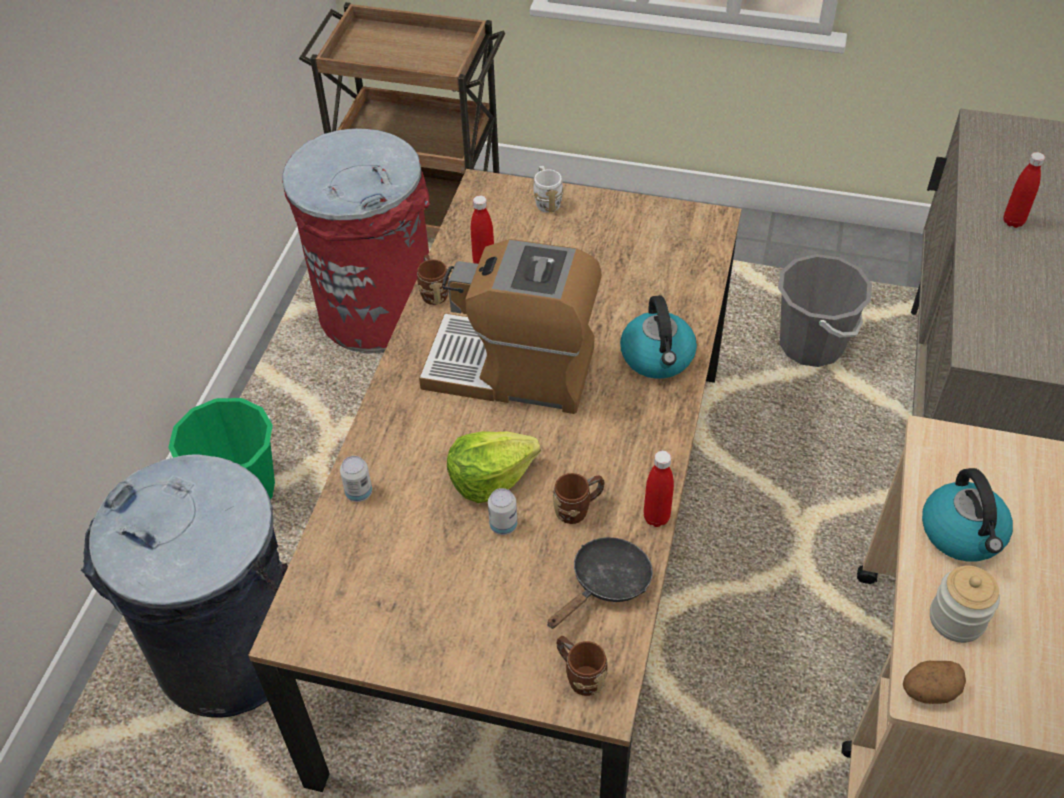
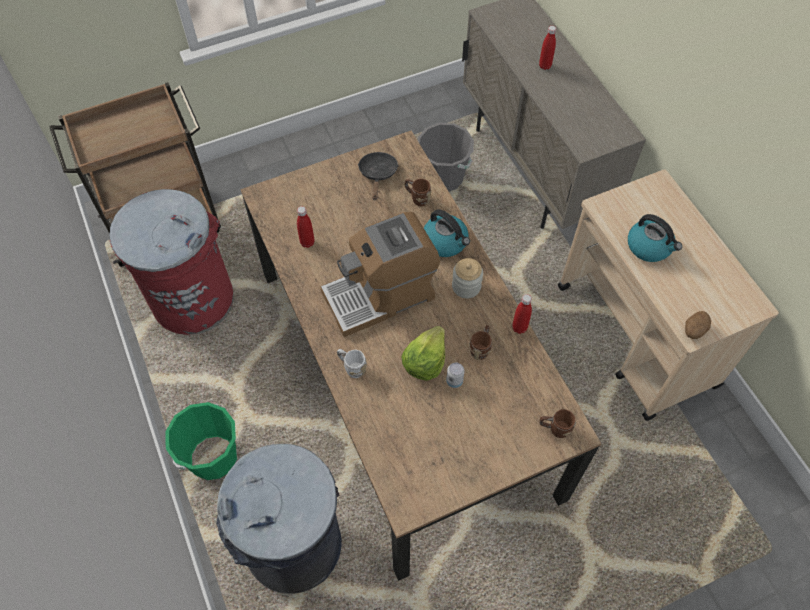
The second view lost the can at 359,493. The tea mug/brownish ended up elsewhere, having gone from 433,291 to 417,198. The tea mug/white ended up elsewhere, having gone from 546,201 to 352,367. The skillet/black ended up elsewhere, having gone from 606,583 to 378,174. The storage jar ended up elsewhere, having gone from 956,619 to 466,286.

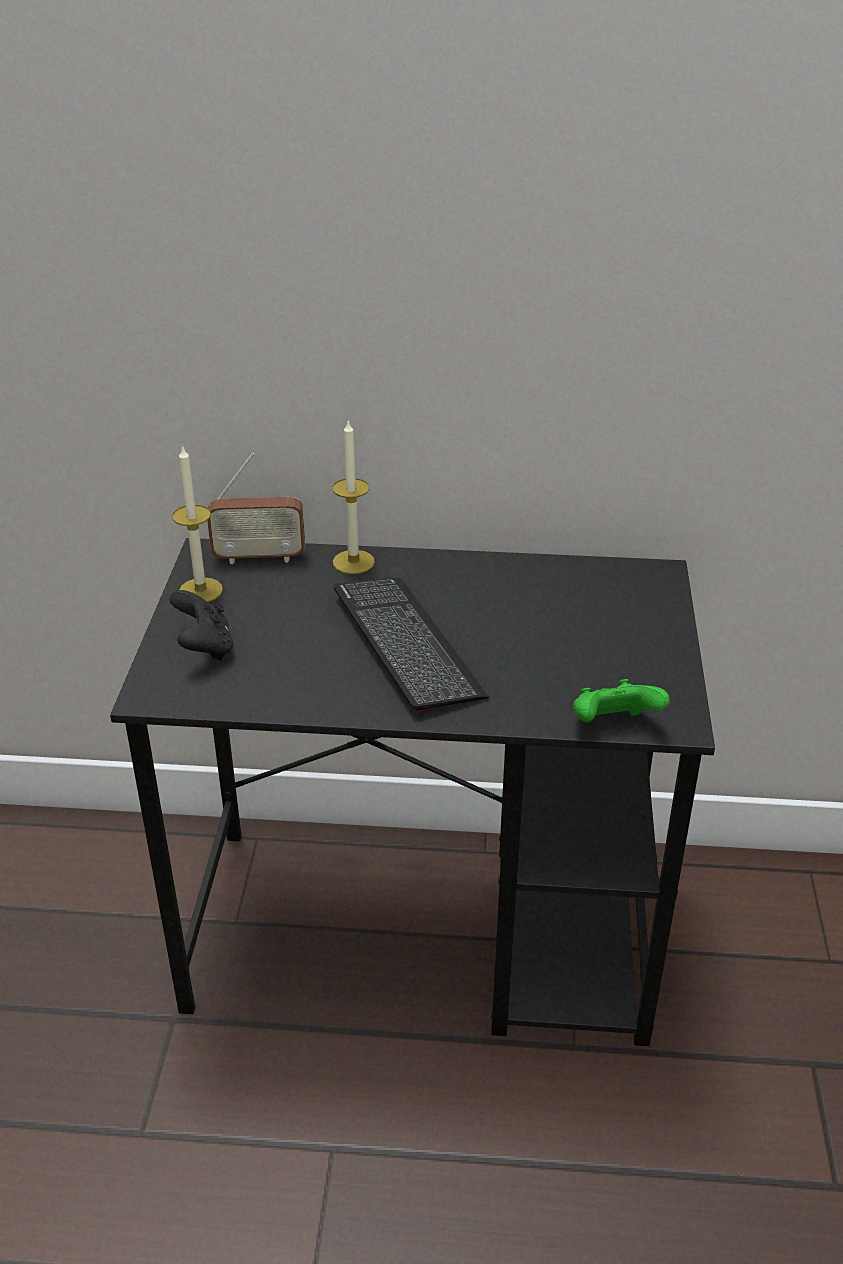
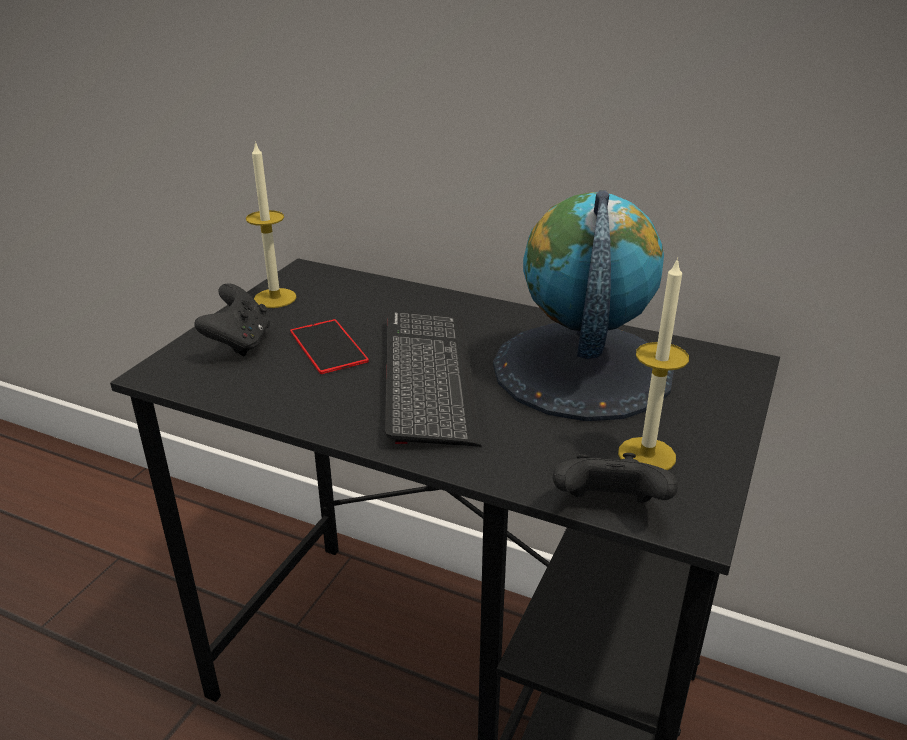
The second view lost the radio receiver at 259,557. The candle ended up elsewhere, having gone from 353,562 to 646,455. What was the joypad/green-coloured at 613,726 turned into the joypad/black at 608,508. The second view gained the handset at 328,346. The second view gained the globe at 581,369.

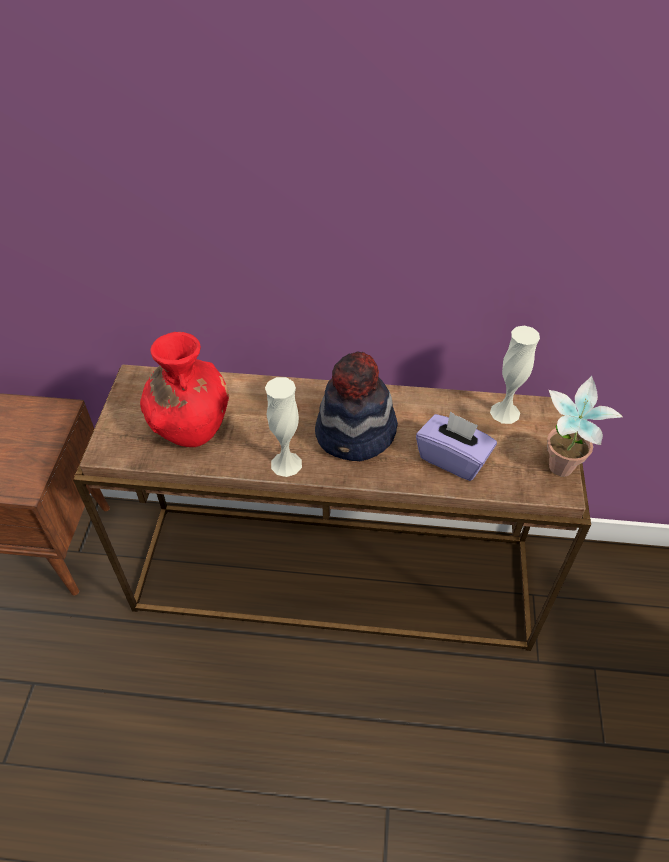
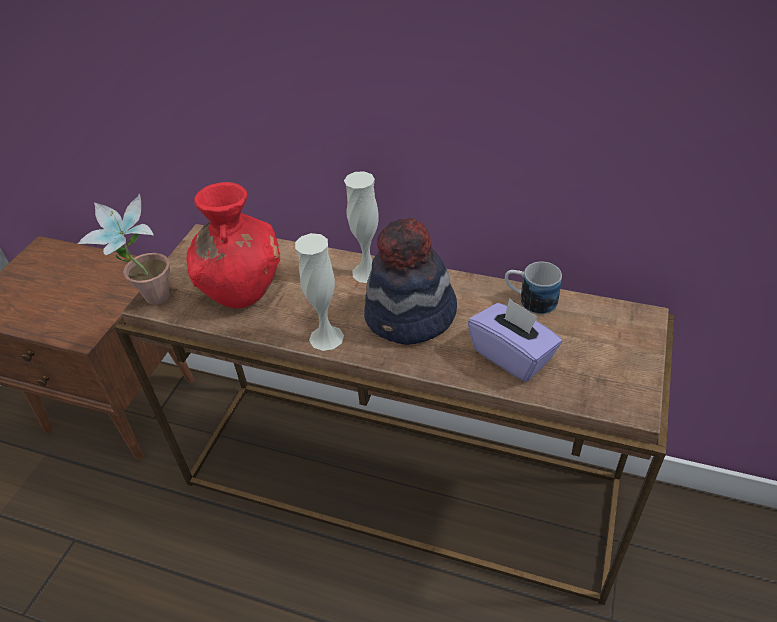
The decorative vase/white ended up elsewhere, having gone from 505,412 to 367,272. The houseplant ended up elsewhere, having gone from 558,474 to 150,301. The second view gained the tea mug at 530,300.

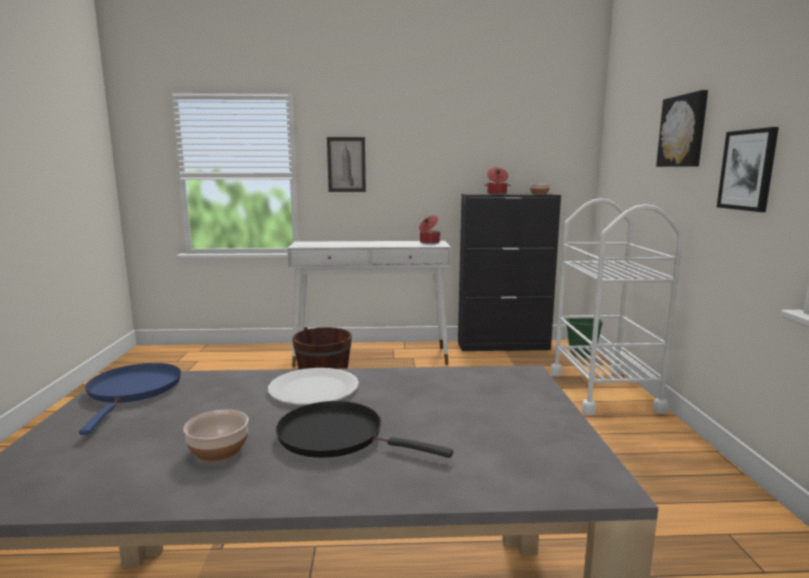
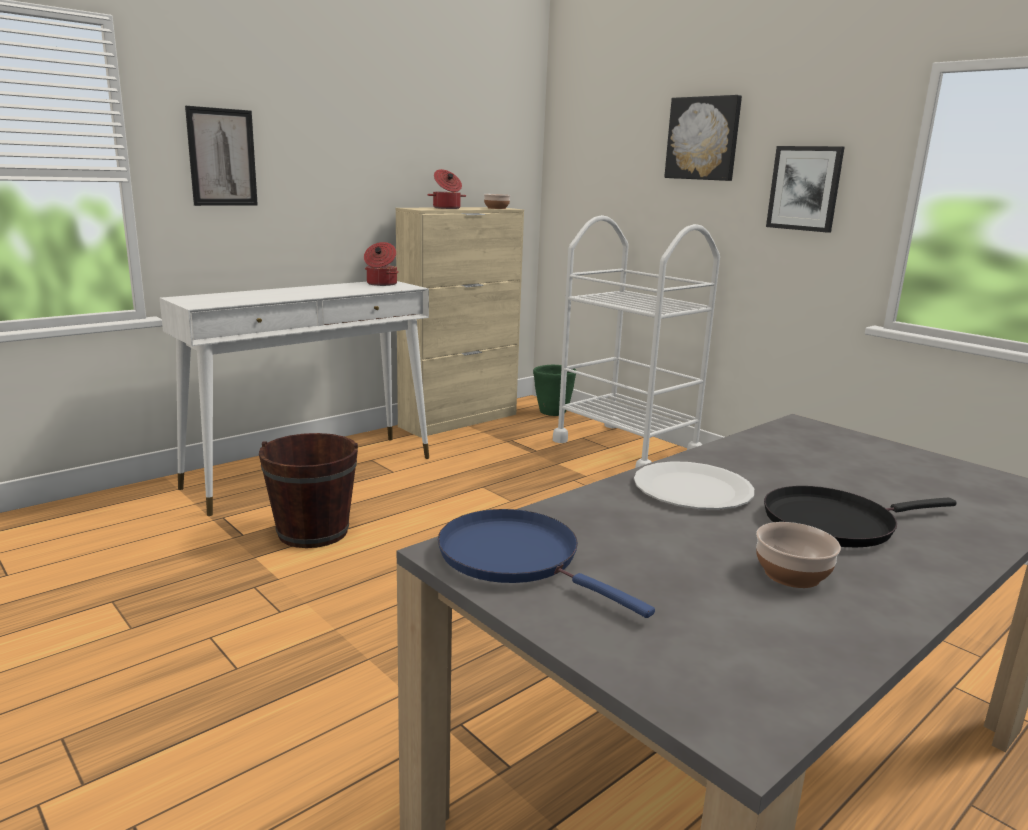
What was the cabinet/black at 504,346 turned into the cabinet/beige-coloured at 459,420.

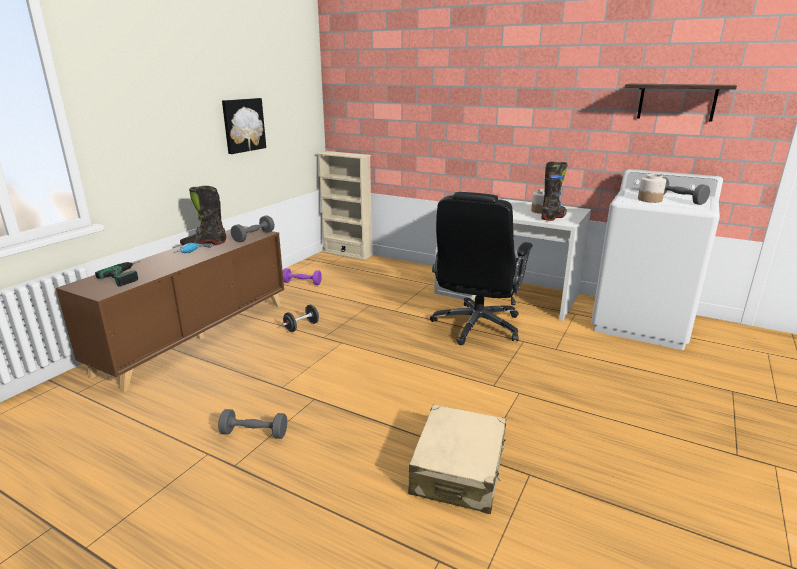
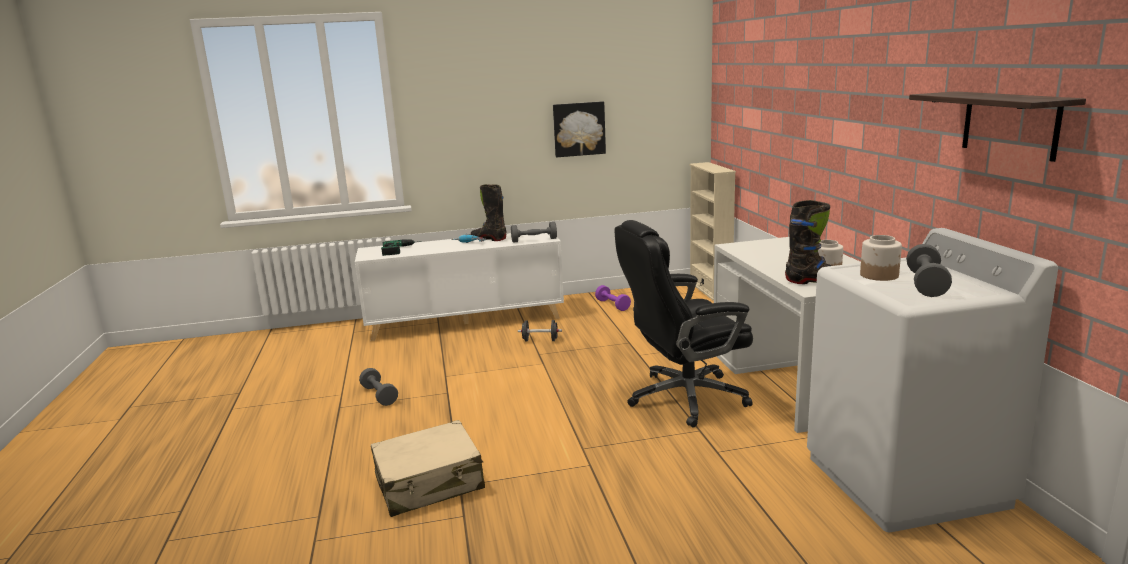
What was the cabinet/brownish at 197,336 turned into the cabinet/white at 466,321.

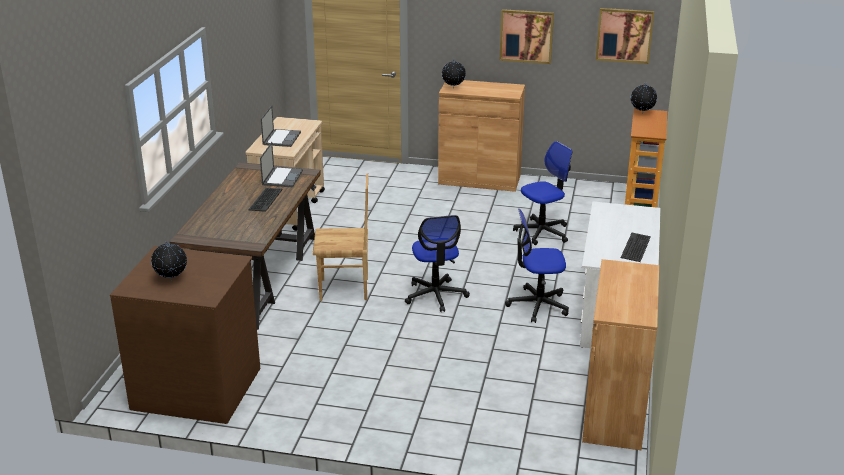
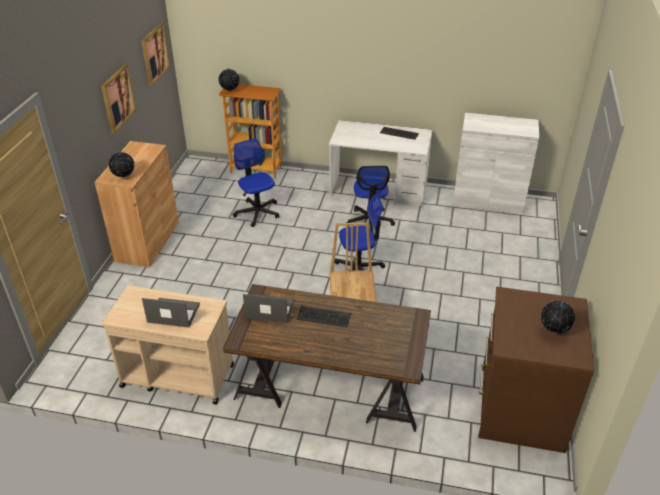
What was the cabinet/brownish at 614,410 turned into the cabinet/white at 488,200.

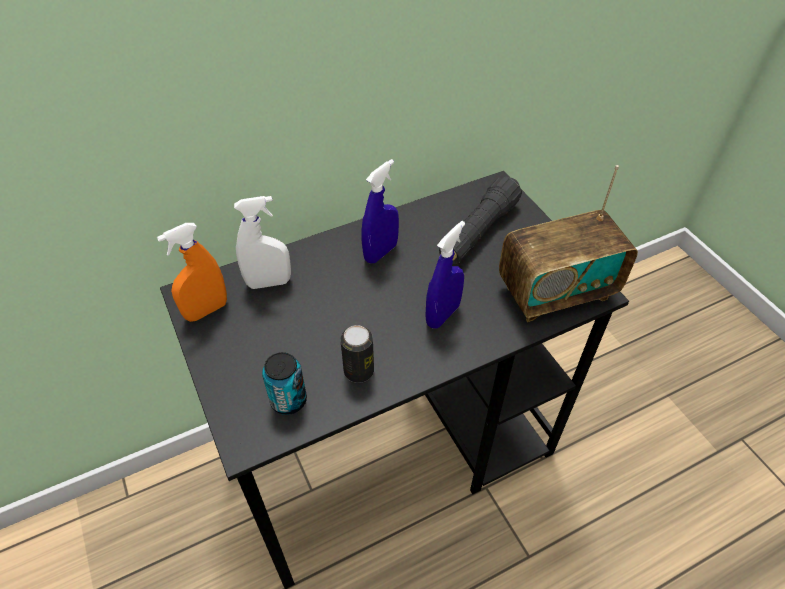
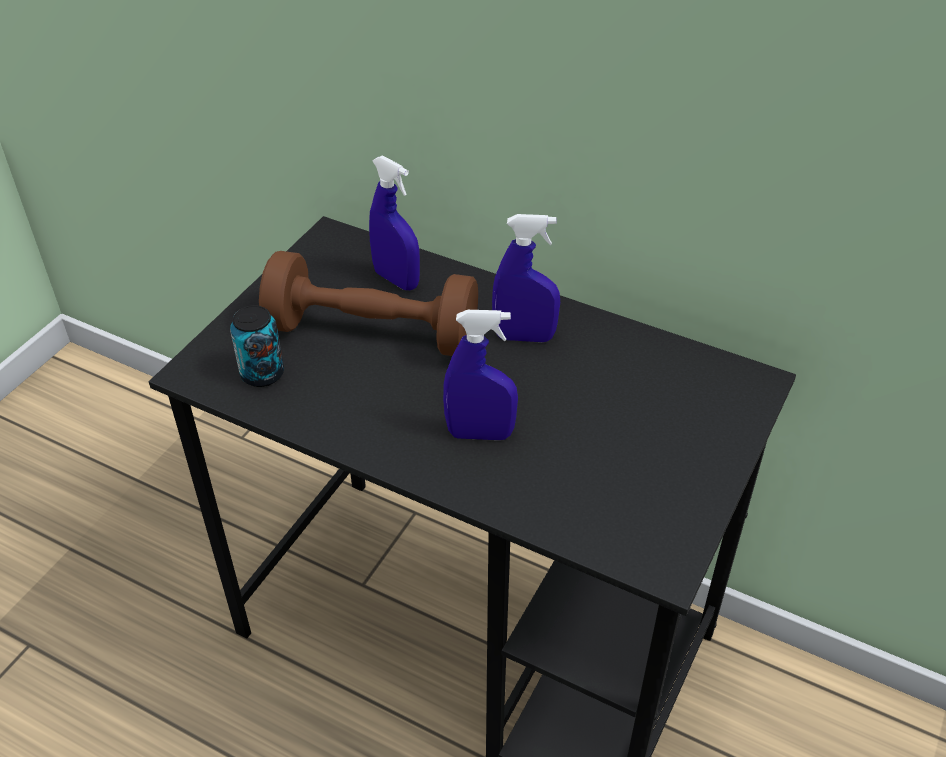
The second view lost the hand sprayer/orange at 206,310. What was the hand sprayer/white at 269,283 turned into the hand sprayer/blue-coloured at 396,279. The second view lost the can at 358,371. The second view lost the flashlight/black at 478,231. The second view lost the radio receiver at 556,292. The second view gained the free weight/brownish at 372,333.

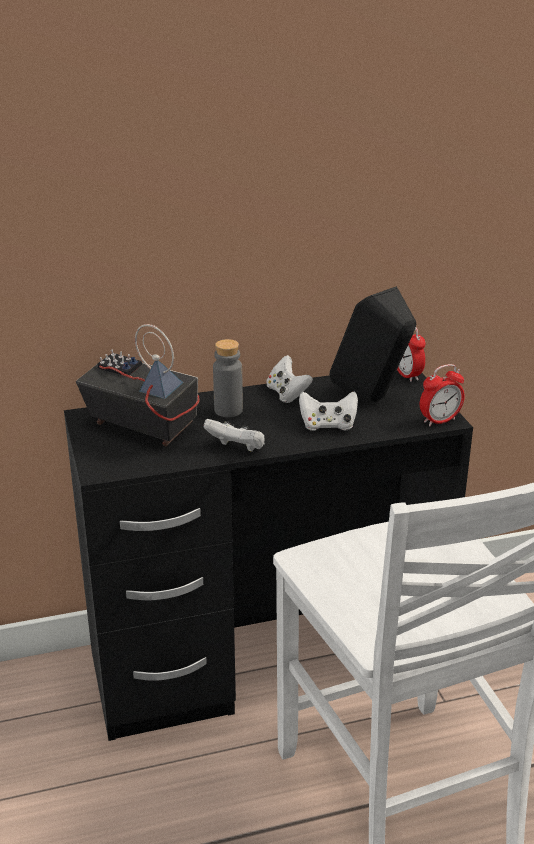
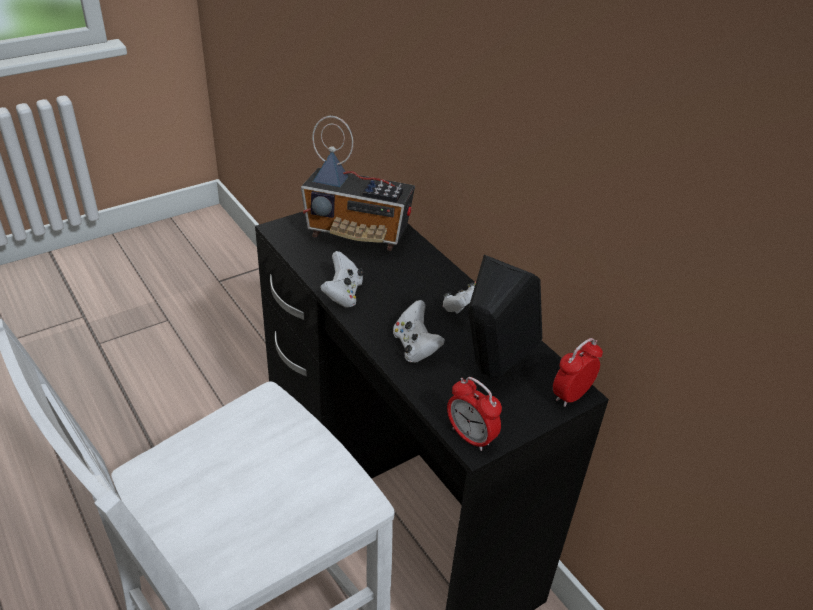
The radio receiver at 141,427 ended up facing another way, 90 degrees clockwise from before. The second view lost the beverage bottle/grey at 228,410.

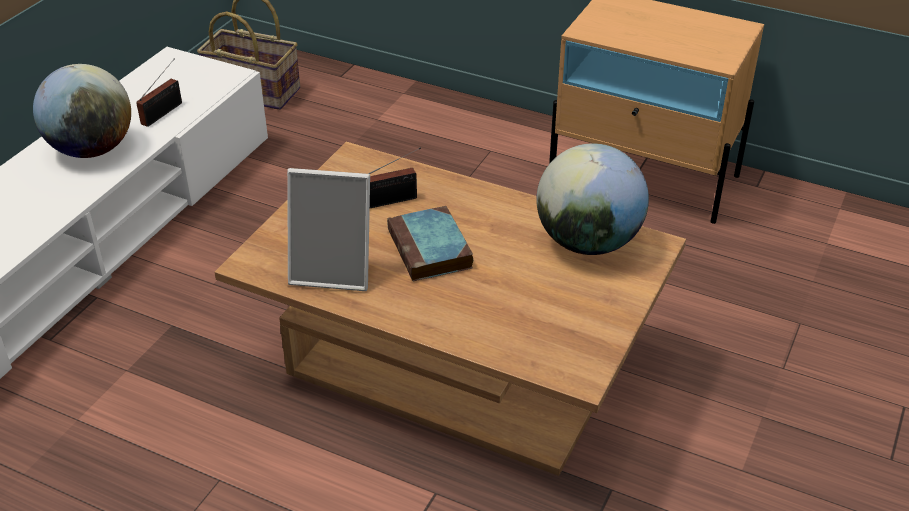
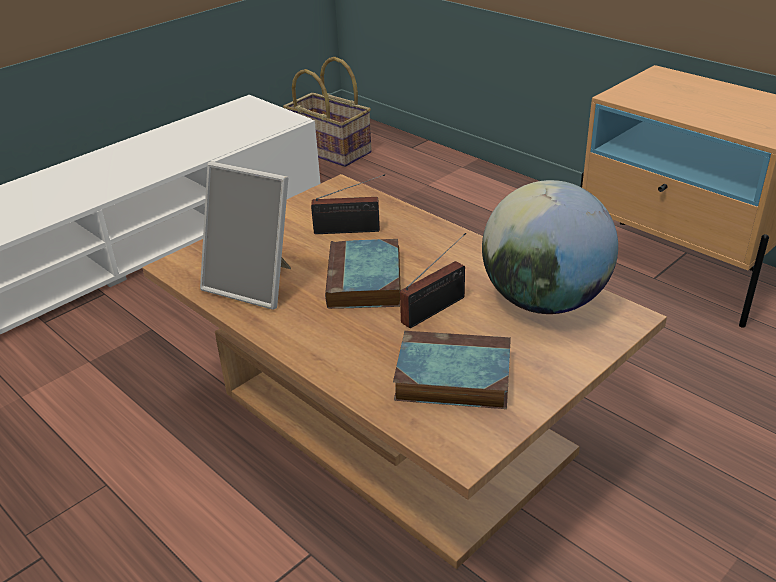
The second view lost the globe at 92,149. The radio receiver ended up elsewhere, having gone from 164,112 to 437,308. The second view gained the bound book at 450,377.

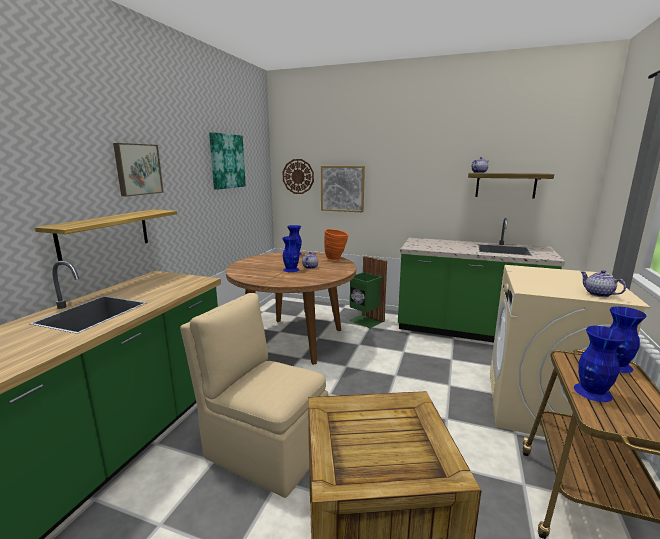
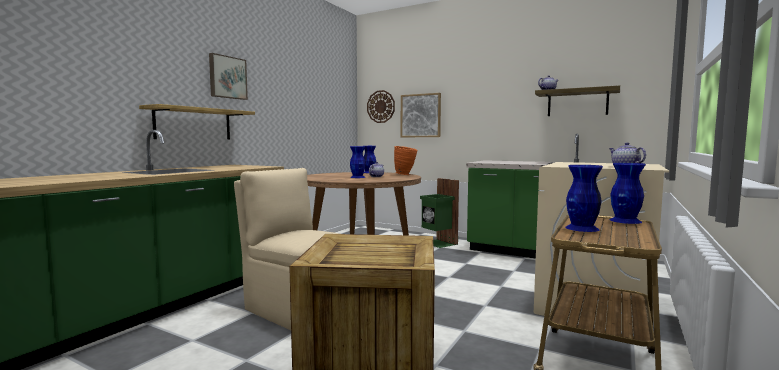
The second view lost the picture at 227,161.

